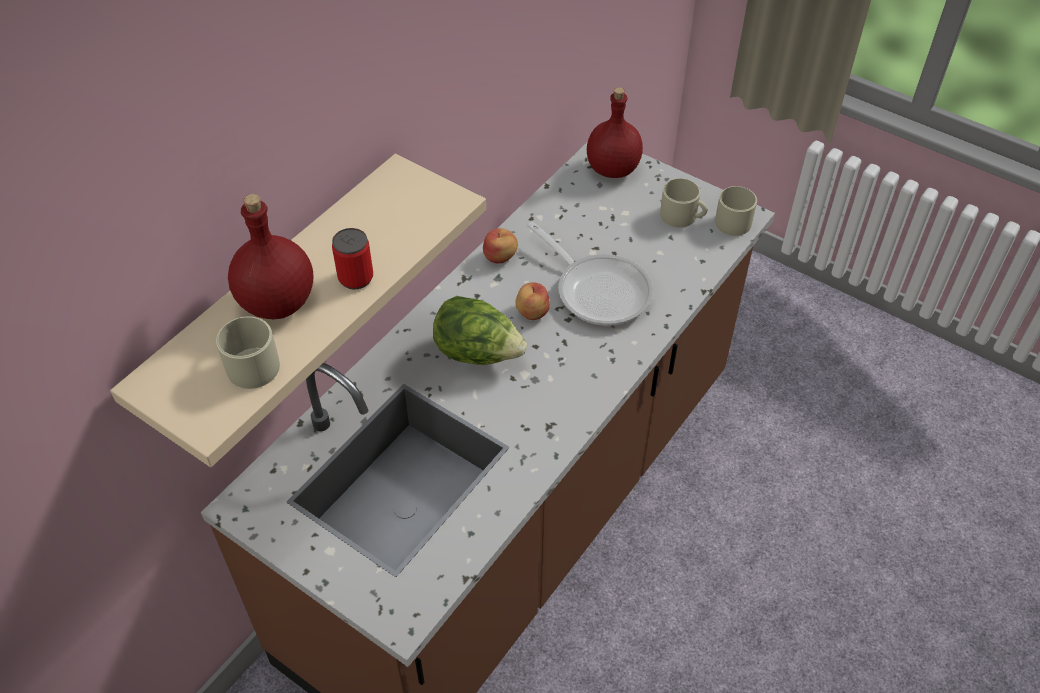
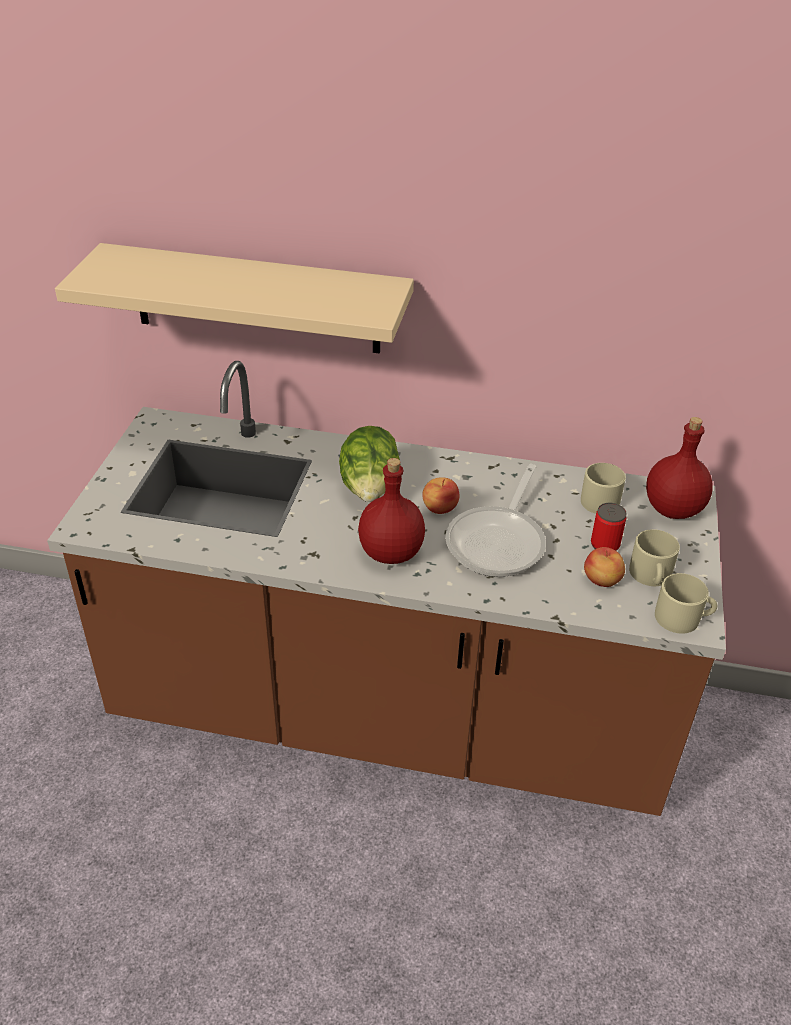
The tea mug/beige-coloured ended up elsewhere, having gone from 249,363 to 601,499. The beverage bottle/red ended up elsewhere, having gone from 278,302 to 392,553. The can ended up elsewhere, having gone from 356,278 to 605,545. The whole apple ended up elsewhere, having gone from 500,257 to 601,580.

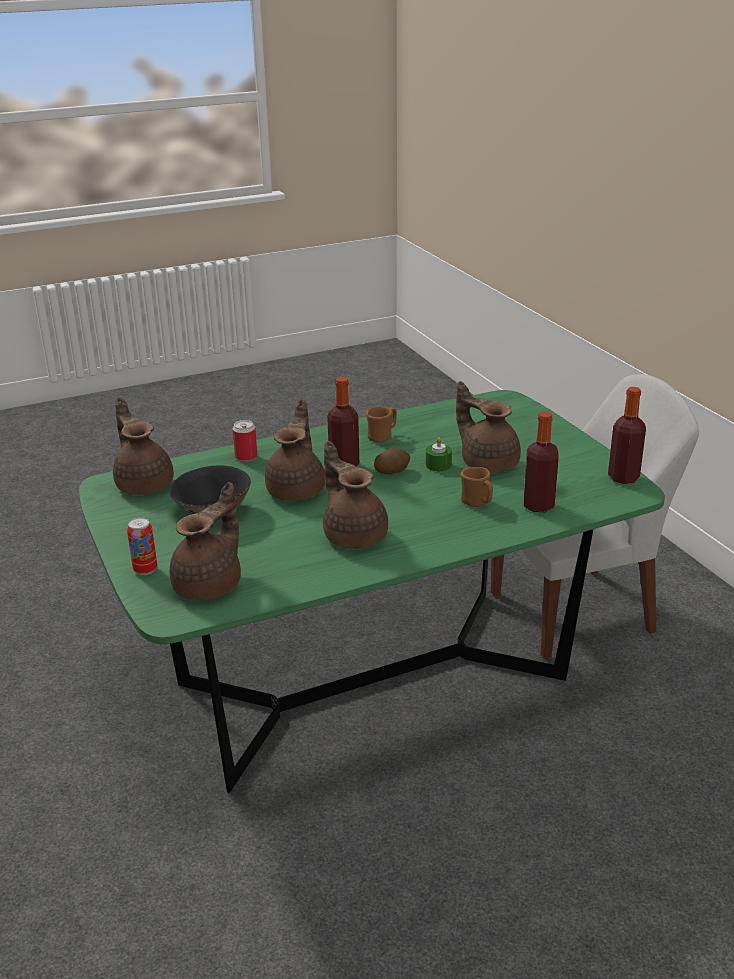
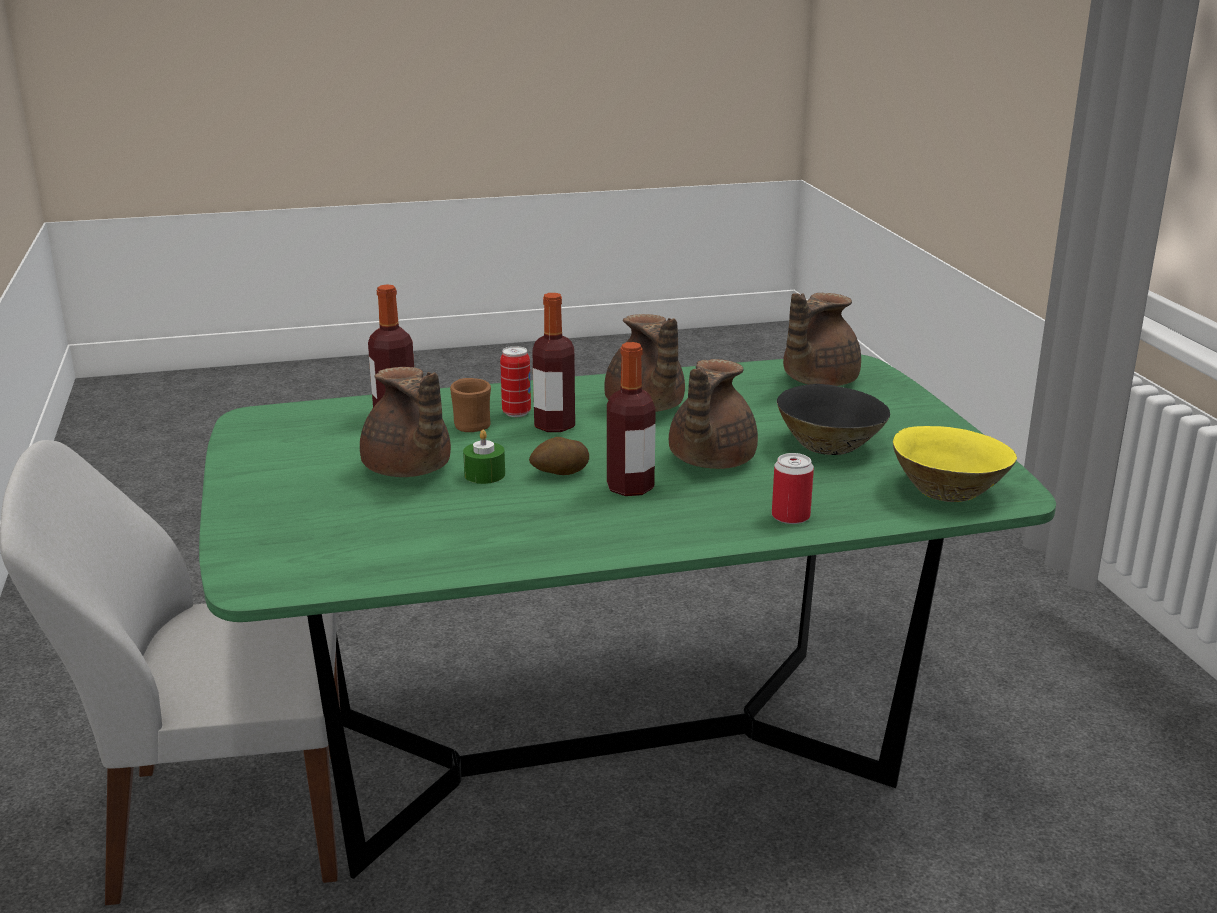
Where the pot for tea/brownish stood at 144,483, the serving bowl/yellow came to stand at 948,491. The can ended up elsewhere, having gone from 145,570 to 516,413. The second view lost the tea mug/brownish at 382,437. The beverage bottle ended up elsewhere, having gone from 623,478 to 554,425.

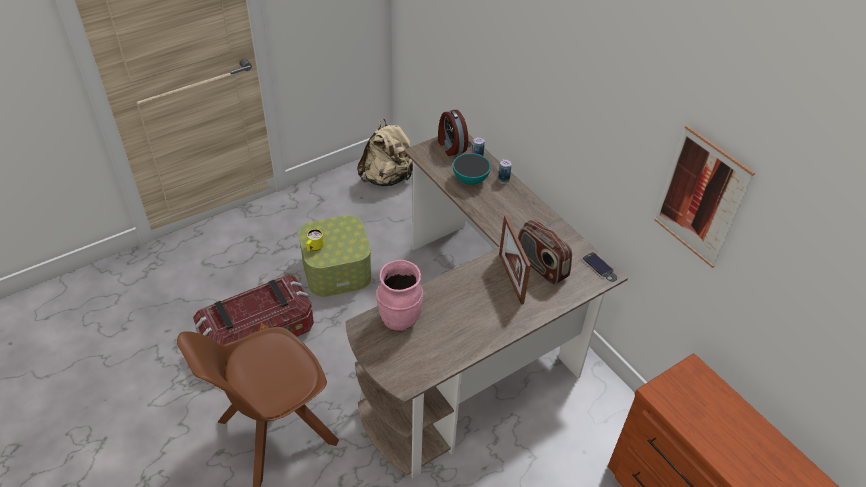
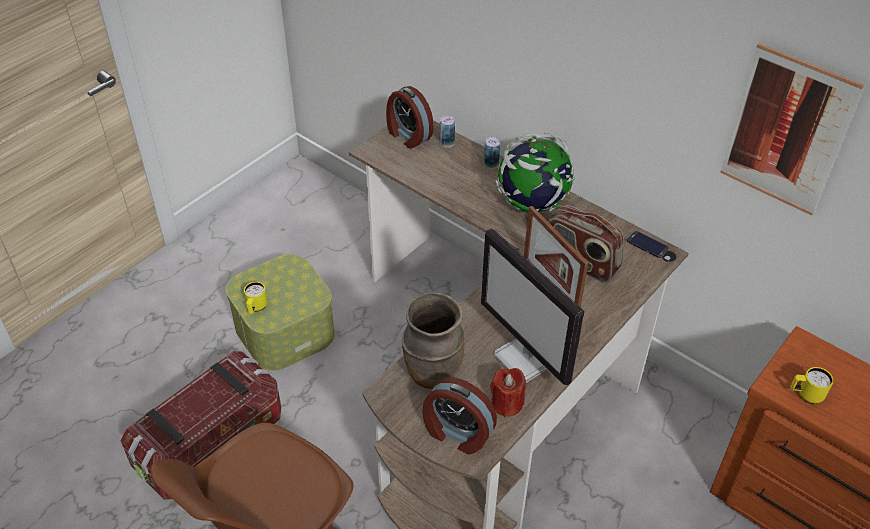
The second view lost the knapsack/beige-coloured at 388,178. What was the decorative vase/pink at 399,319 turned into the decorative vase/brownish at 432,372. The second view lost the serving bowl at 470,179. The second view gained the bedside clock at 457,433. The second view gained the computer screen at 526,359. The second view gained the candle/red at 507,403. The second view gained the globe at 531,204. The second view gained the tea mug/yellow at 805,395.

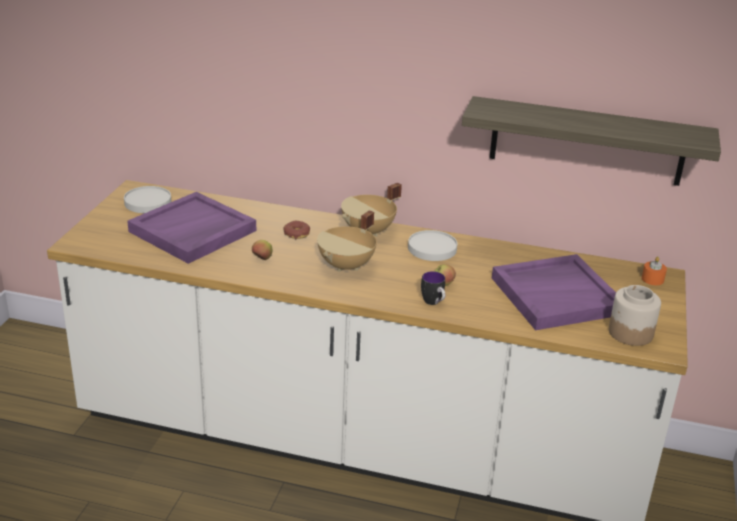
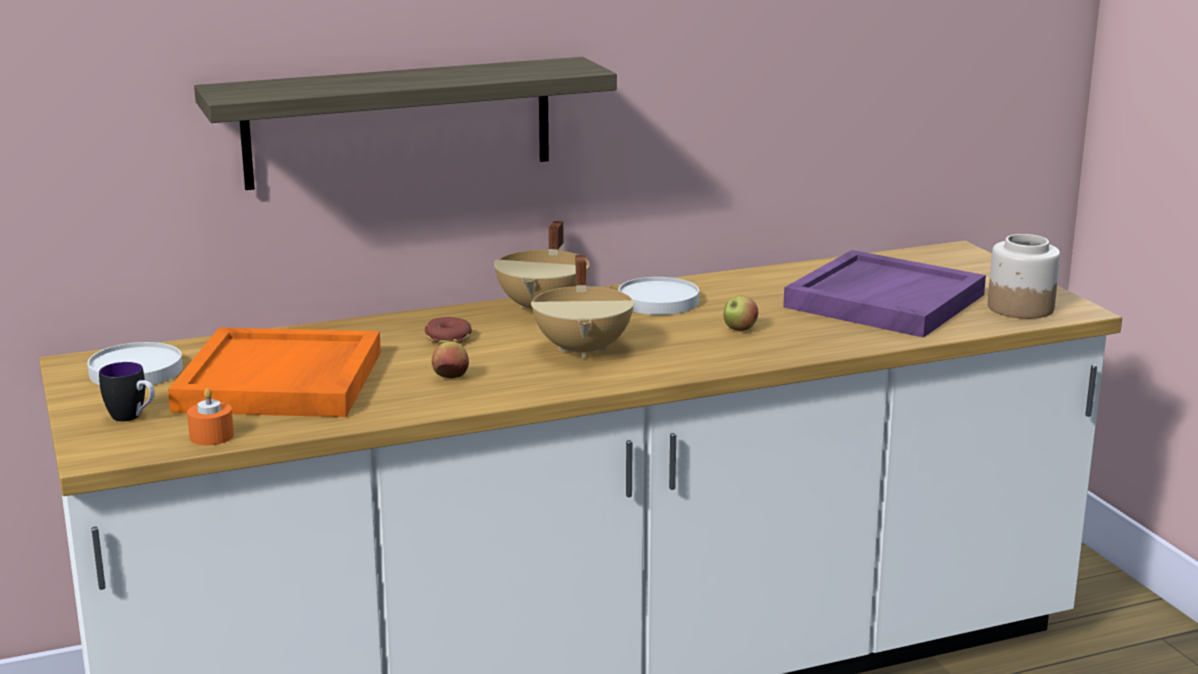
What was the carrying tray/purple-coloured at 192,232 turned into the carrying tray/orange at 281,381. The tea mug ended up elsewhere, having gone from 434,303 to 132,418. The shelf ended up elsewhere, having gone from 587,141 to 399,122. The candle/orange ended up elsewhere, having gone from 652,279 to 211,436.

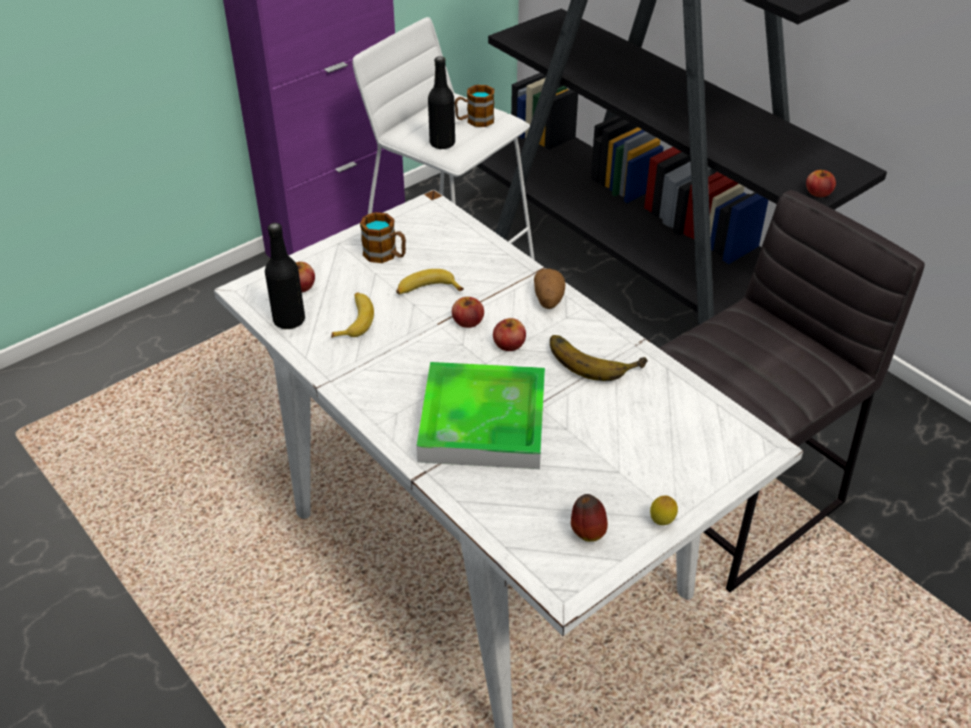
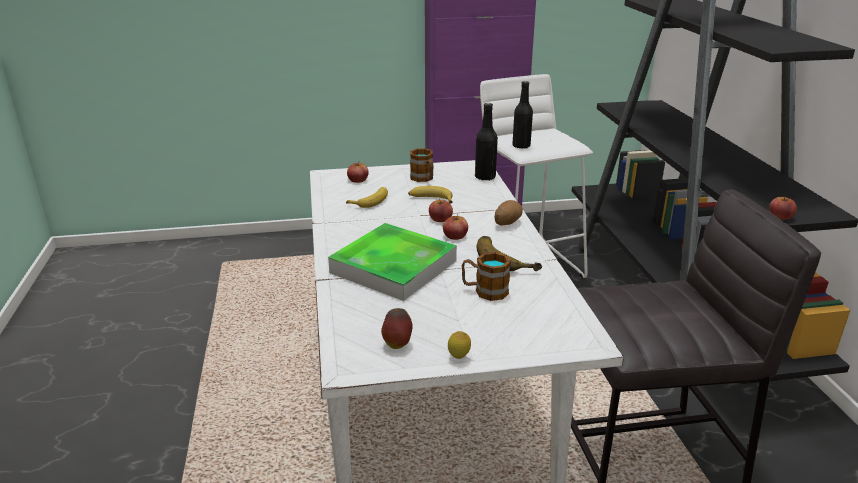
The beverage bottle/black ended up elsewhere, having gone from 289,320 to 485,177. The tea mug ended up elsewhere, having gone from 474,121 to 484,291.

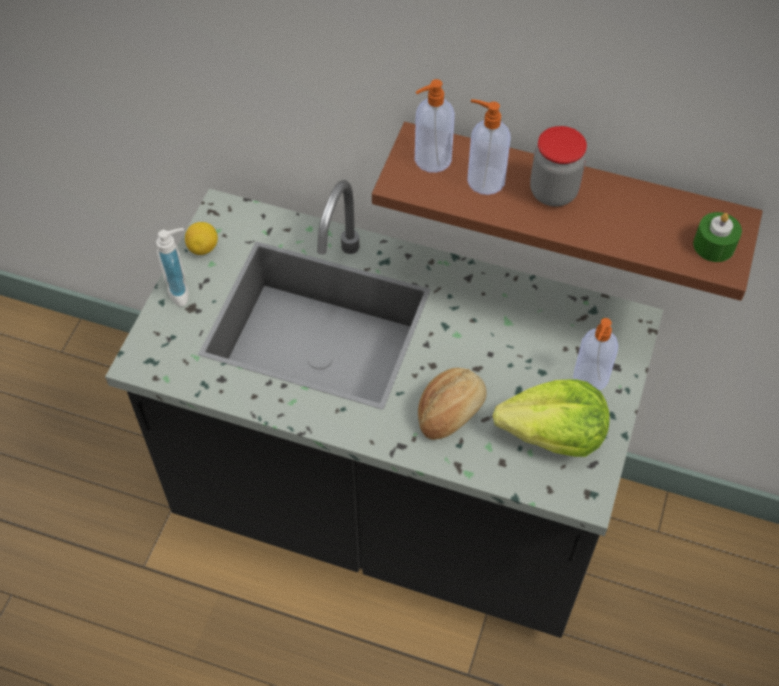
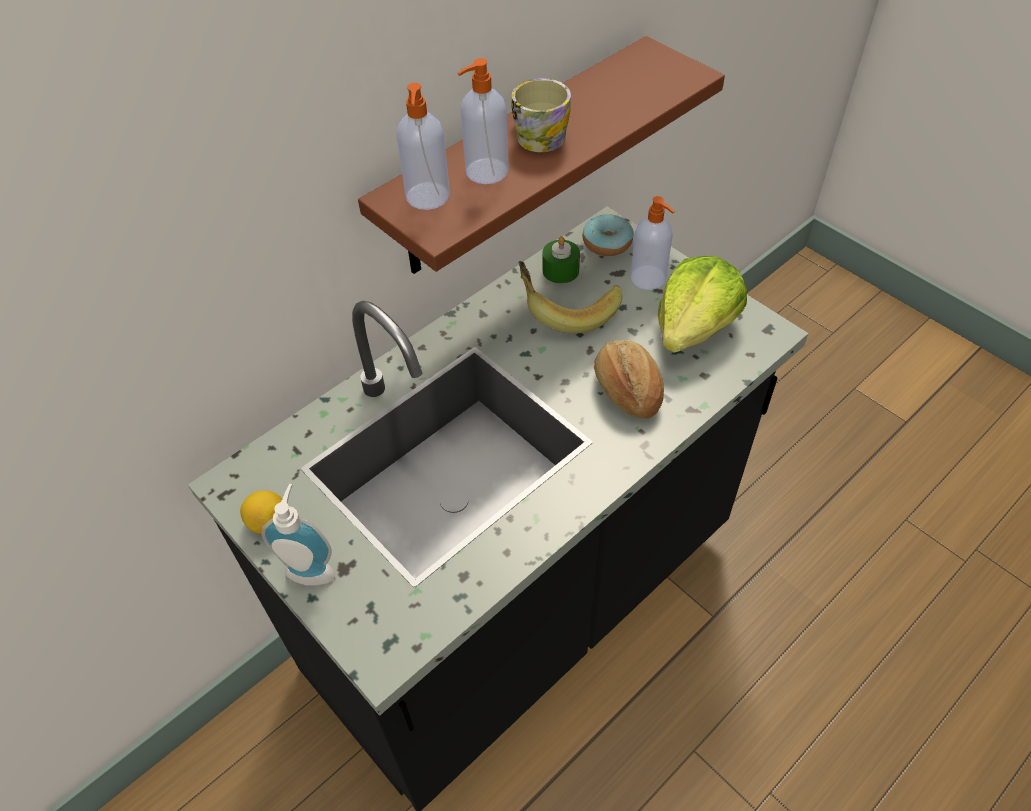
Where the storage jar stood at 553,192, the tea mug came to stand at 536,135. The candle/green-coloured ended up elsewhere, having gone from 714,245 to 560,270. The second view gained the banana at 566,308. The second view gained the donut at 607,243.

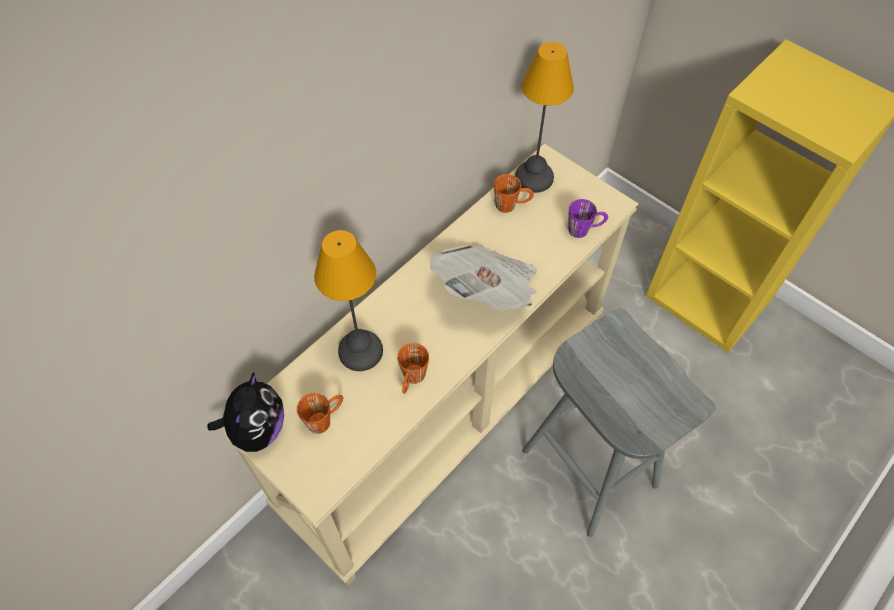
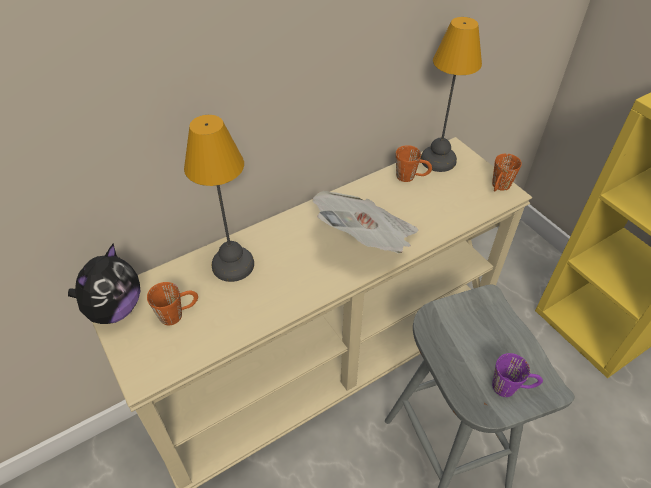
The tea mug/orange ended up elsewhere, having gone from 412,380 to 499,188. The tea mug/purple-coloured ended up elsewhere, having gone from 584,229 to 512,387.

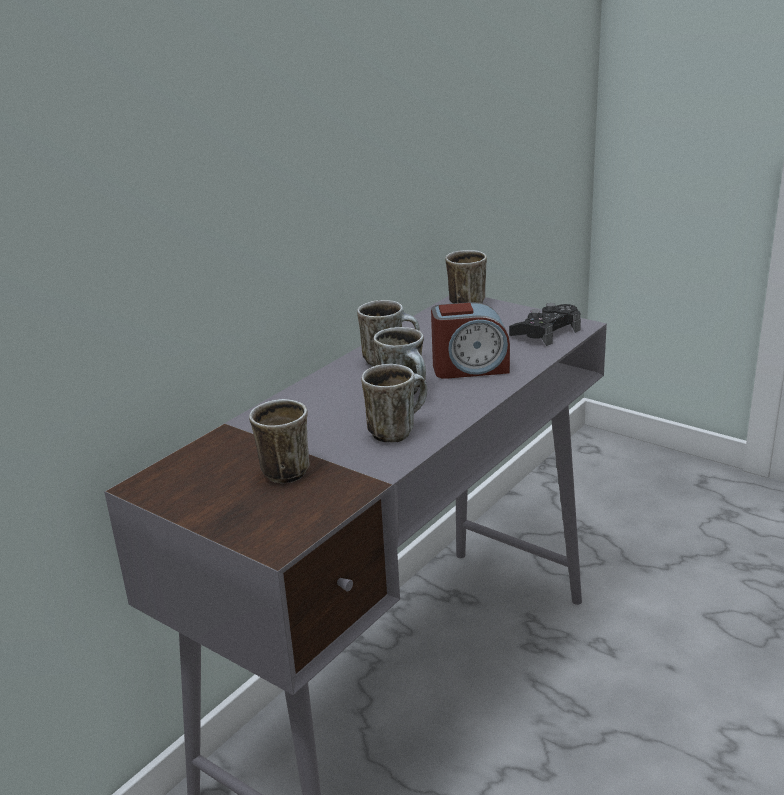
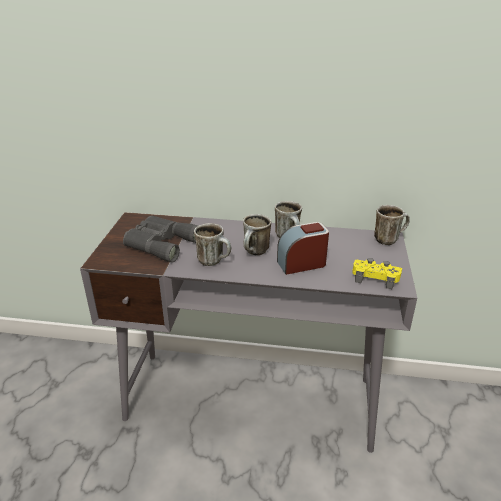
Where the tea mug stood at 280,469, the pair of binoculars/grey came to stand at 159,243. The bedside clock at 470,368 ended up facing another way, 105 degrees clockwise from before. What was the joypad/black at 546,332 turned into the joypad/yellow at 375,277.

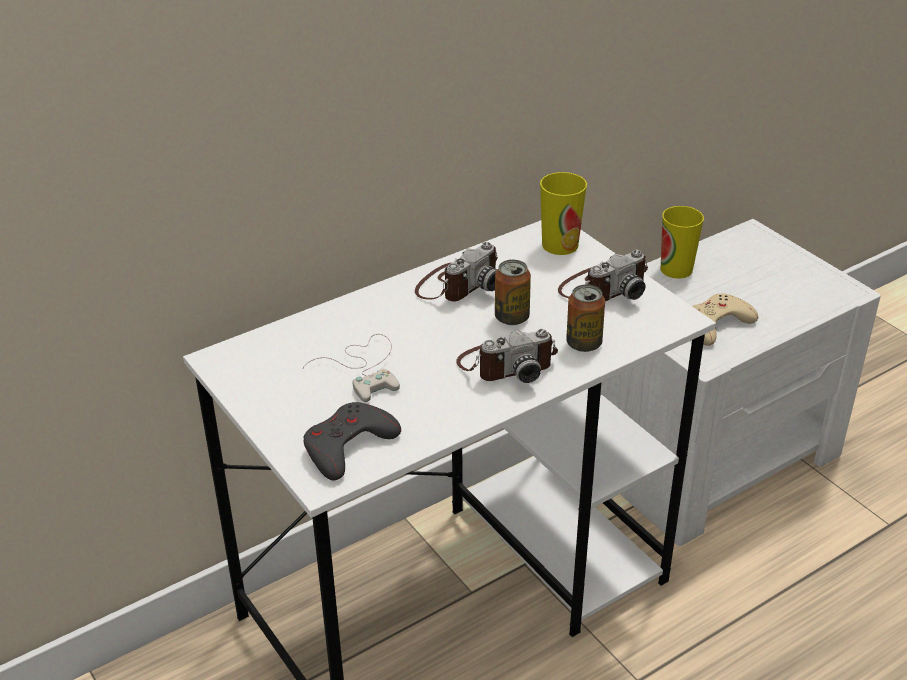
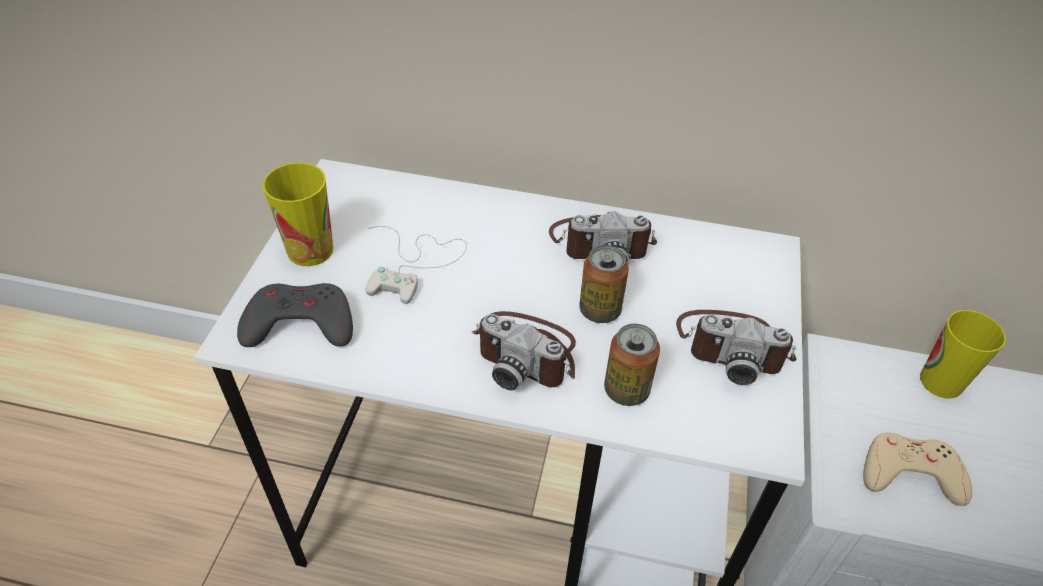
The cup ended up elsewhere, having gone from 560,245 to 310,250.

